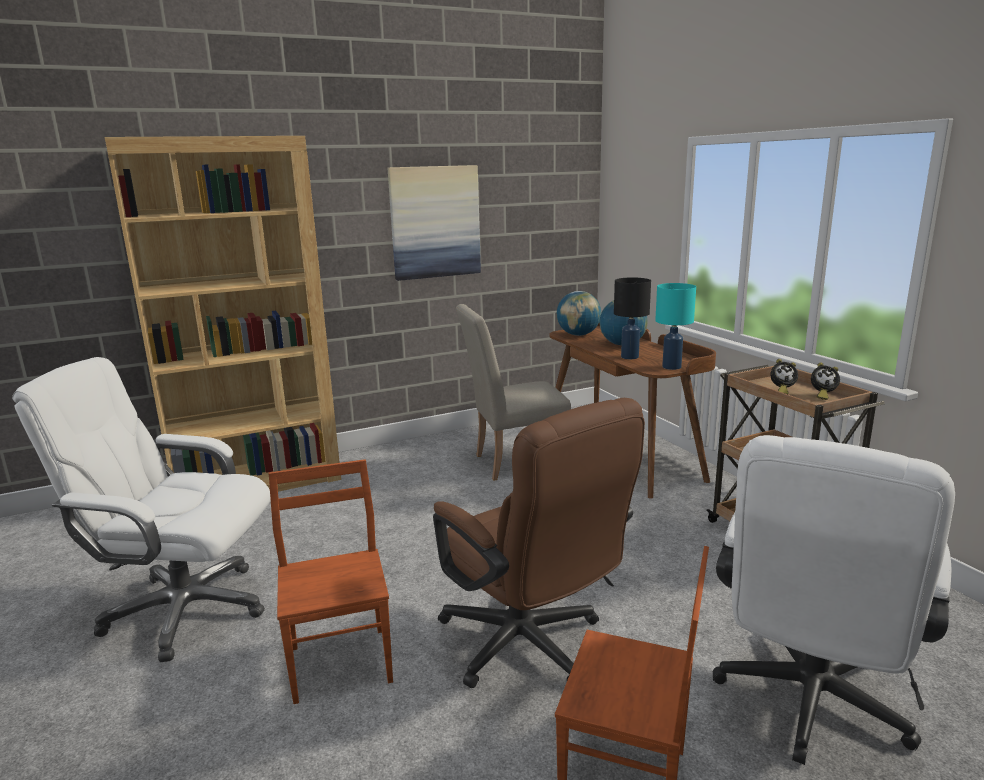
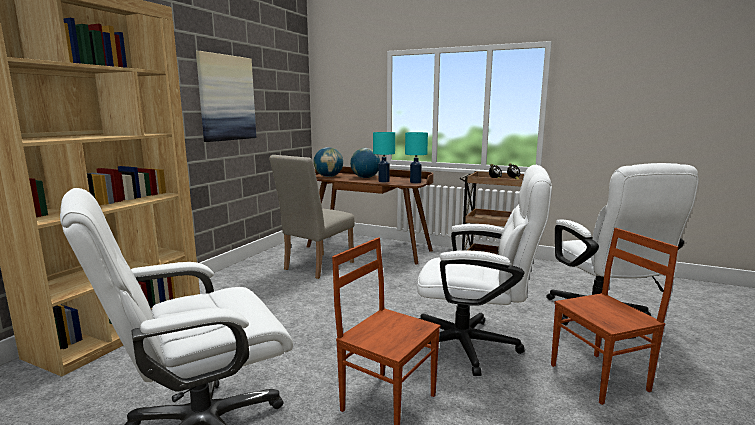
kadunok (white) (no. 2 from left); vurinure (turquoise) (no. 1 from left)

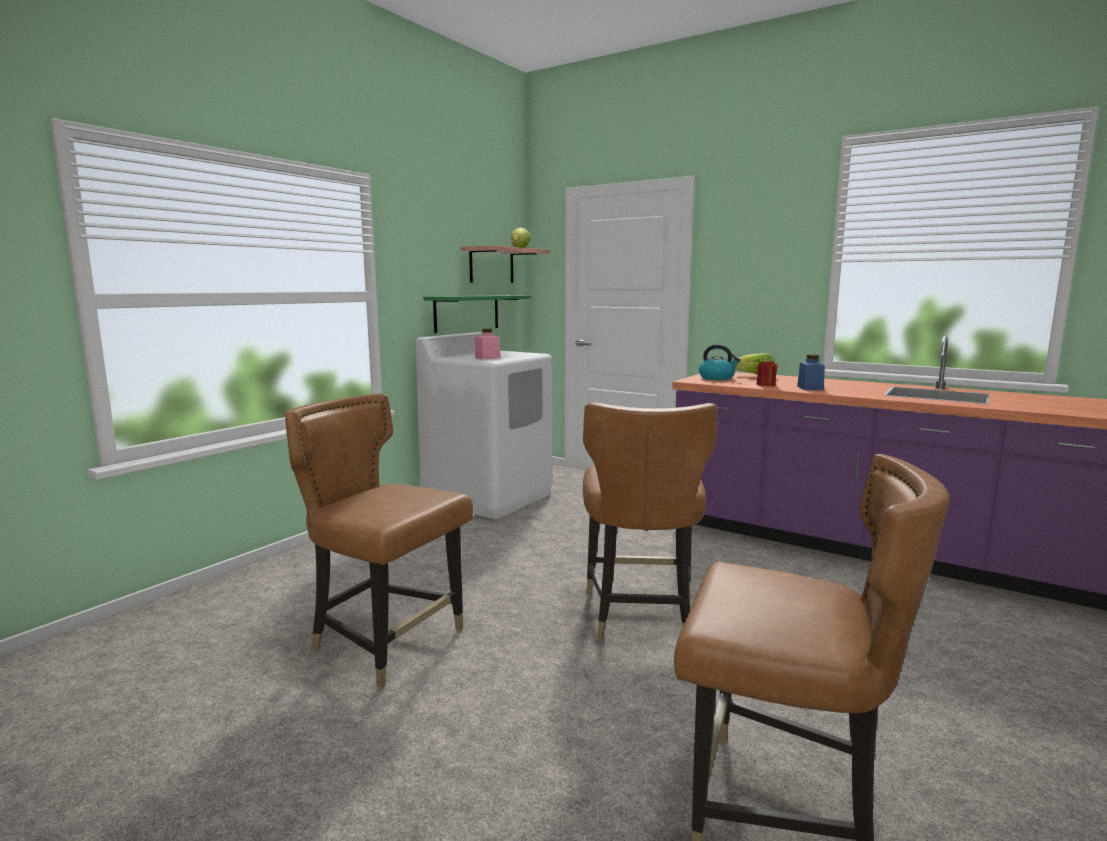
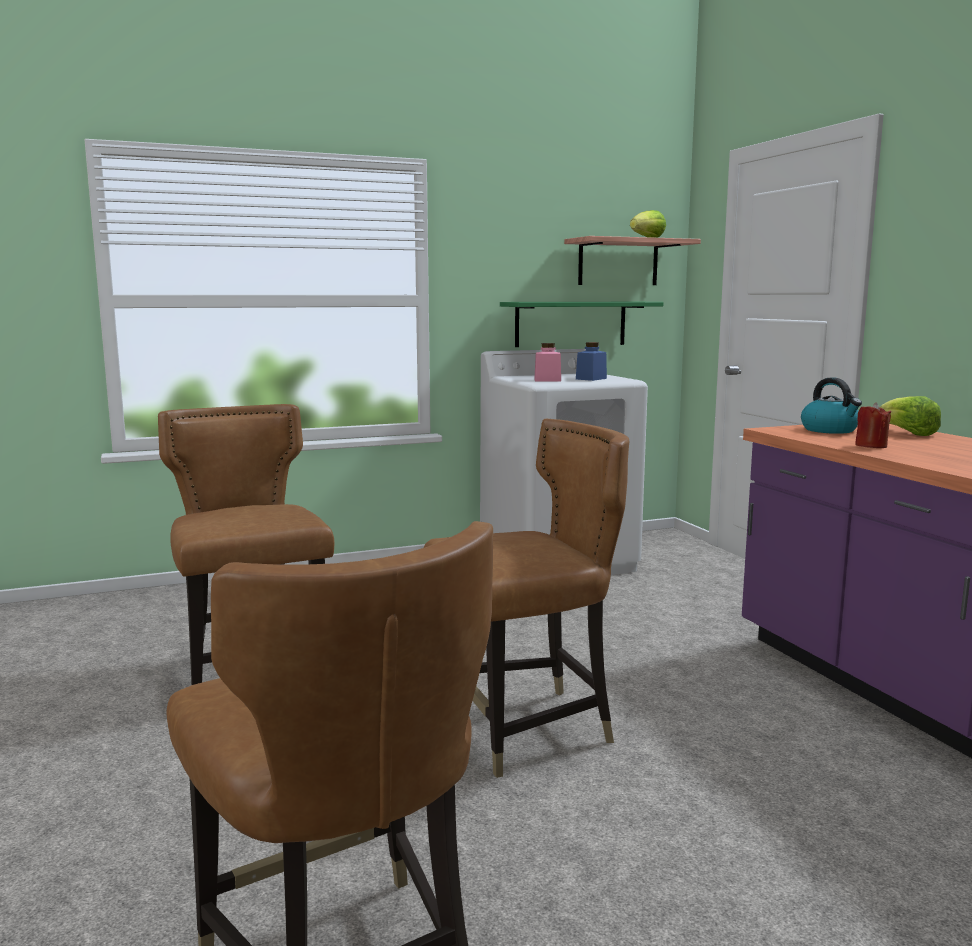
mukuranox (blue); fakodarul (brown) (no. 3 from left)

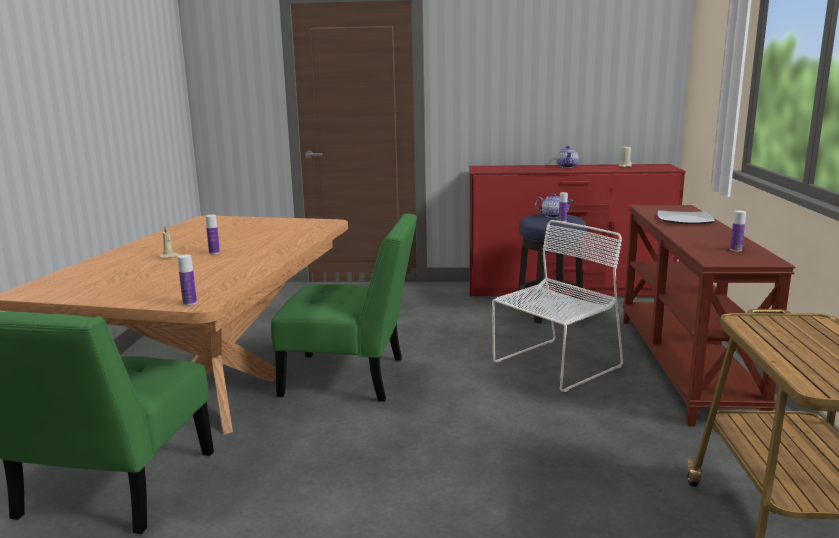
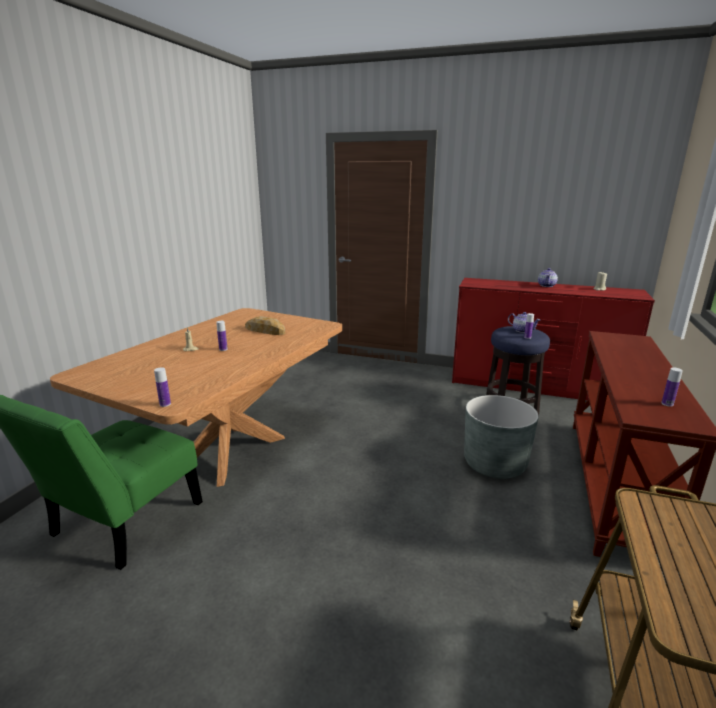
fakodarul (green) (no. 2 from left in the first image); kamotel; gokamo; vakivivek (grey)

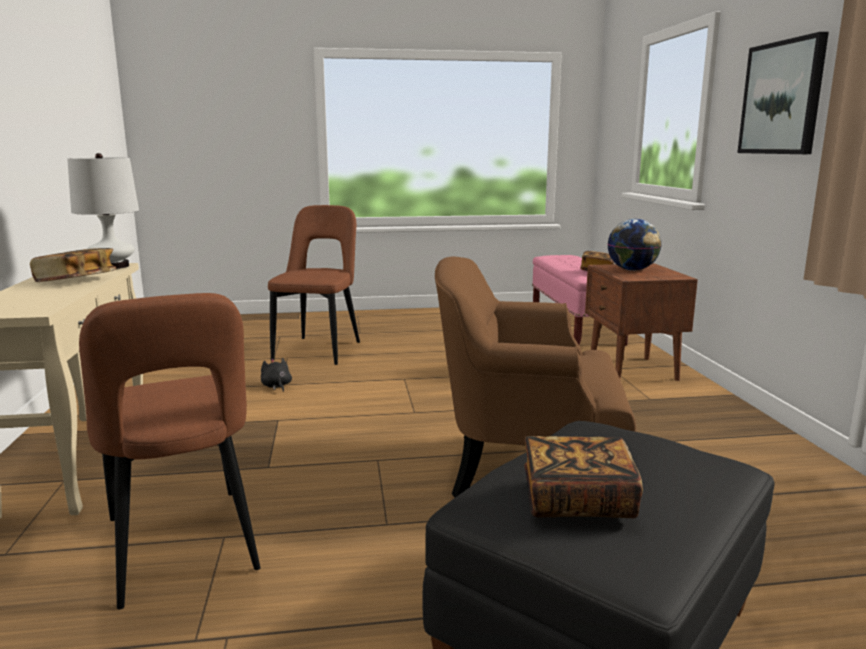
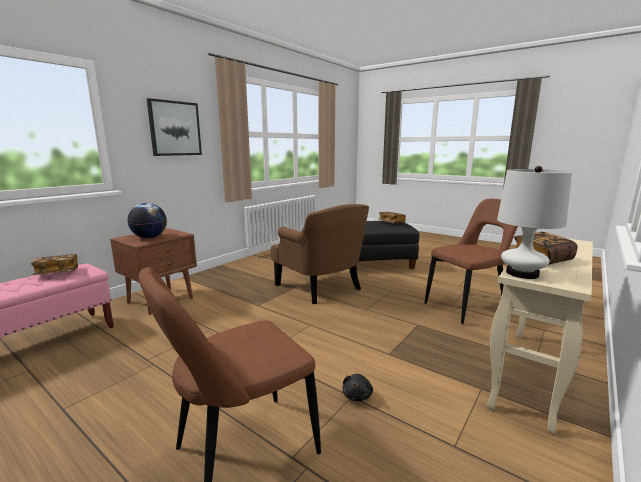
fakodarul (brown) (no. 2 from left)

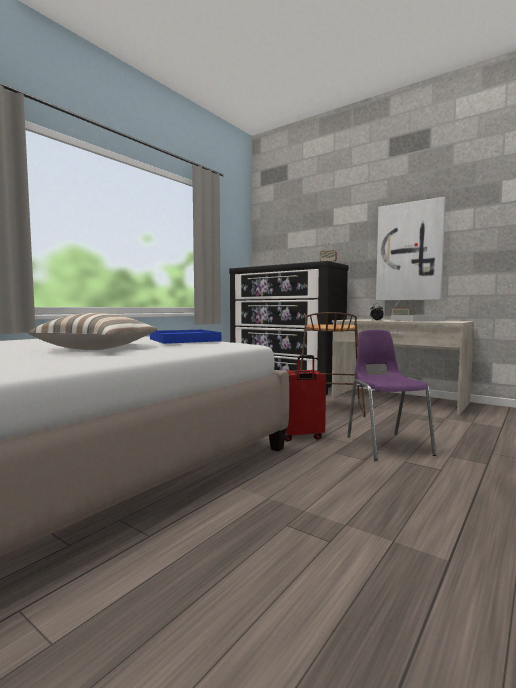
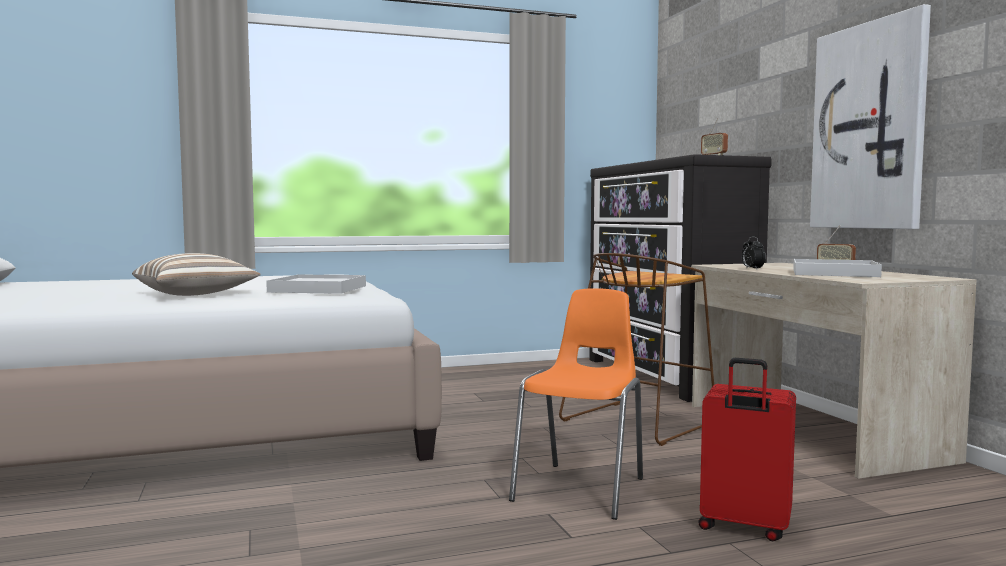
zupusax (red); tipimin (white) (no. 1 from left); fakodarul (orange)

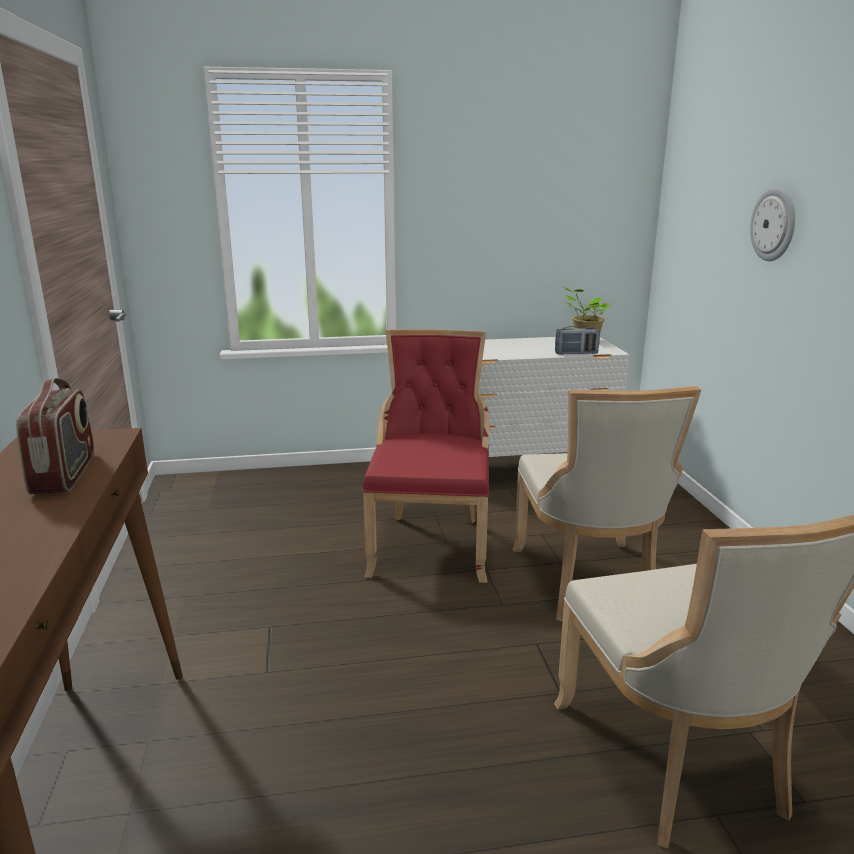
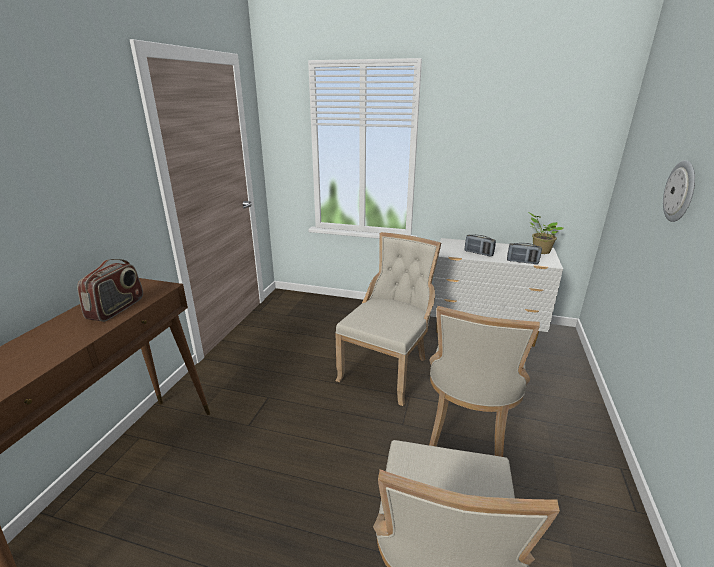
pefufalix (no. 2 from left); fakodarul (beige) (no. 1 from left)

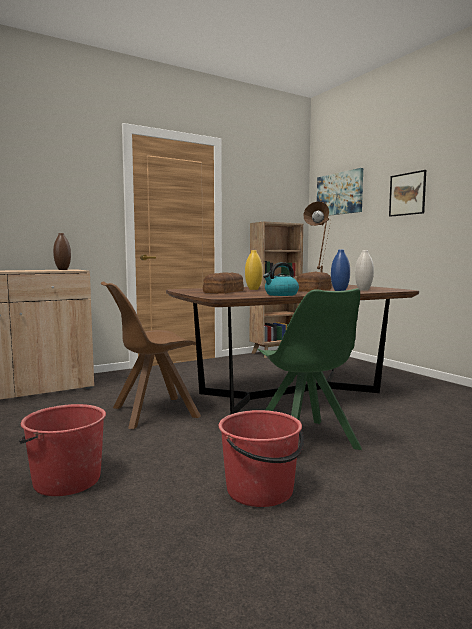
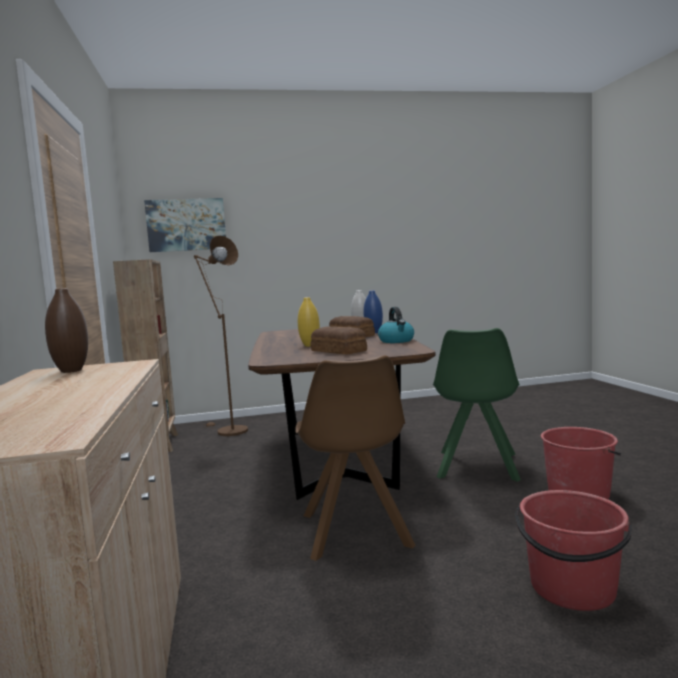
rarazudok (no. 2 from left in the first image); fakodarul (green)

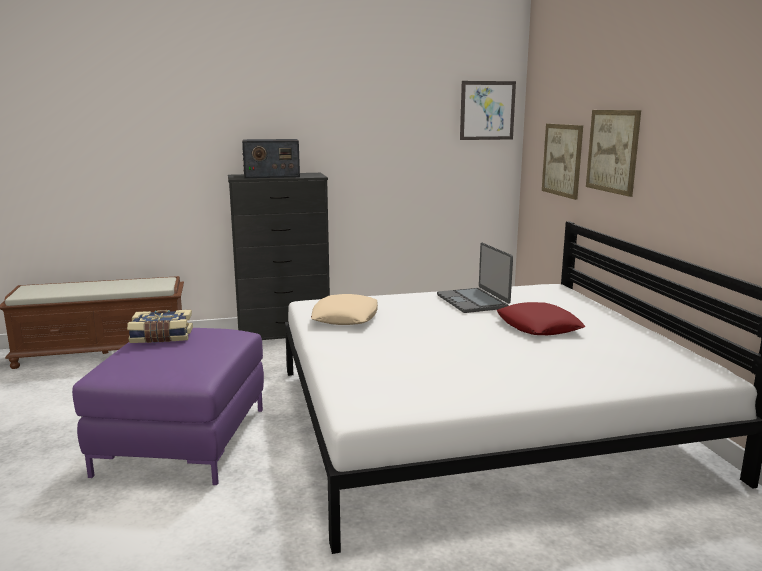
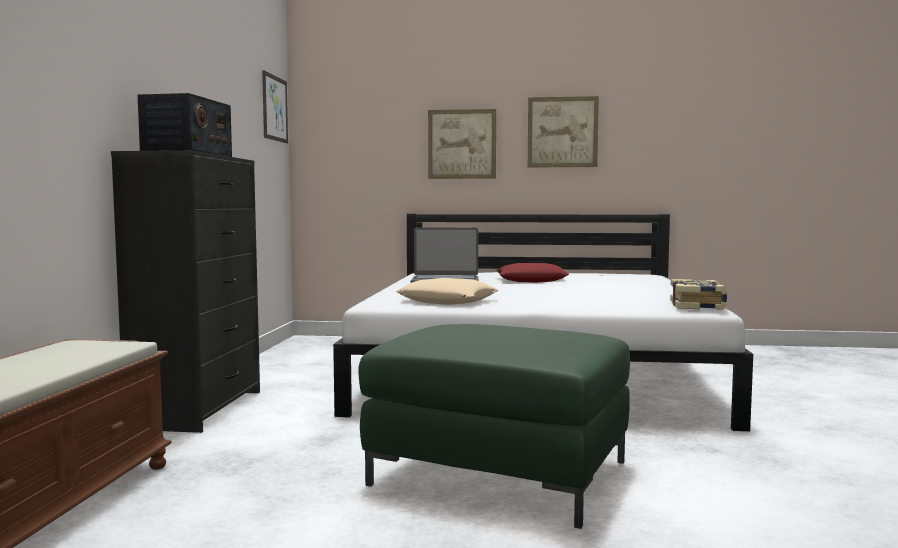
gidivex; rarazudok (no. 3 from left); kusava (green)

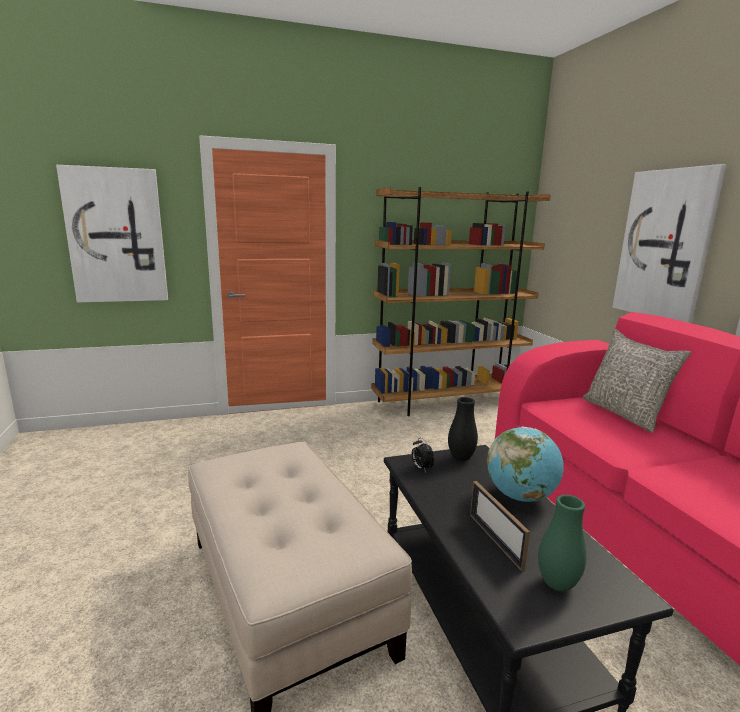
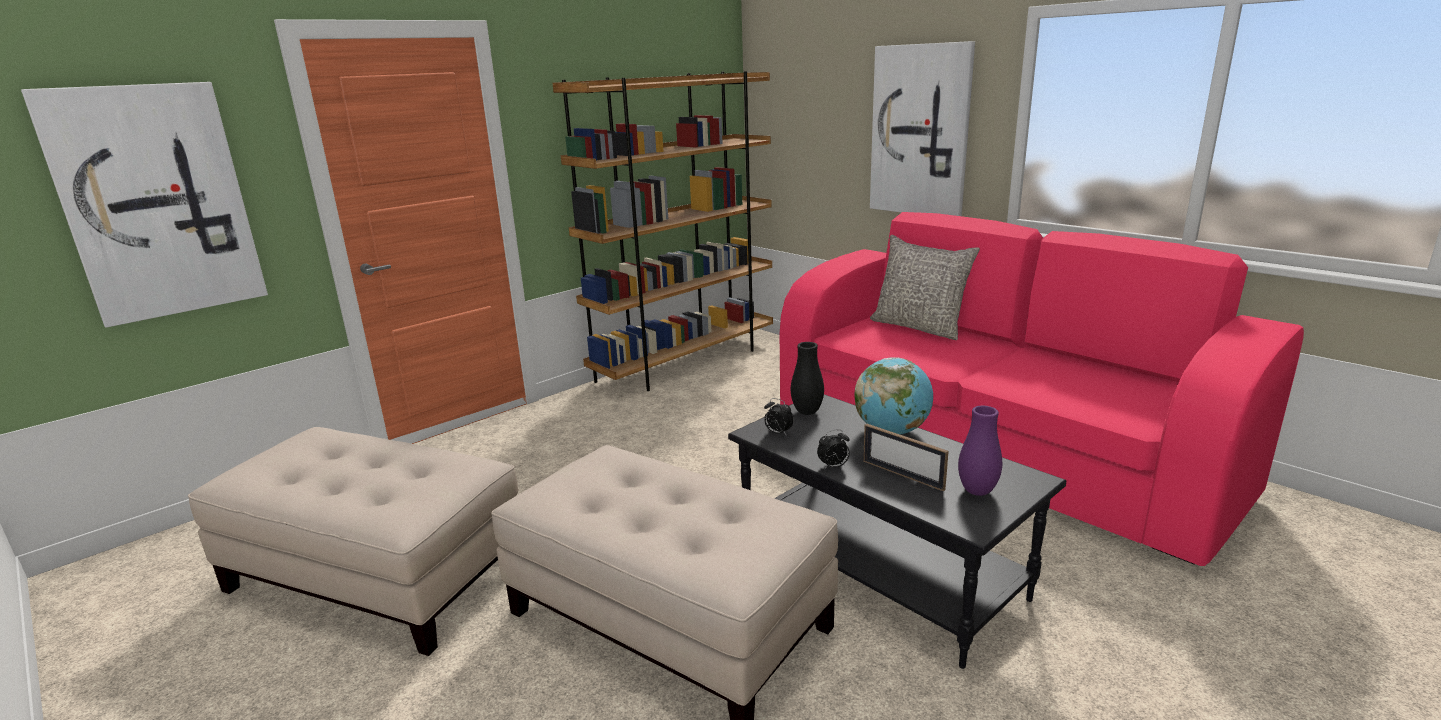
kusava (beige) (no. 1 from left); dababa (no. 2 from left); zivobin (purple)

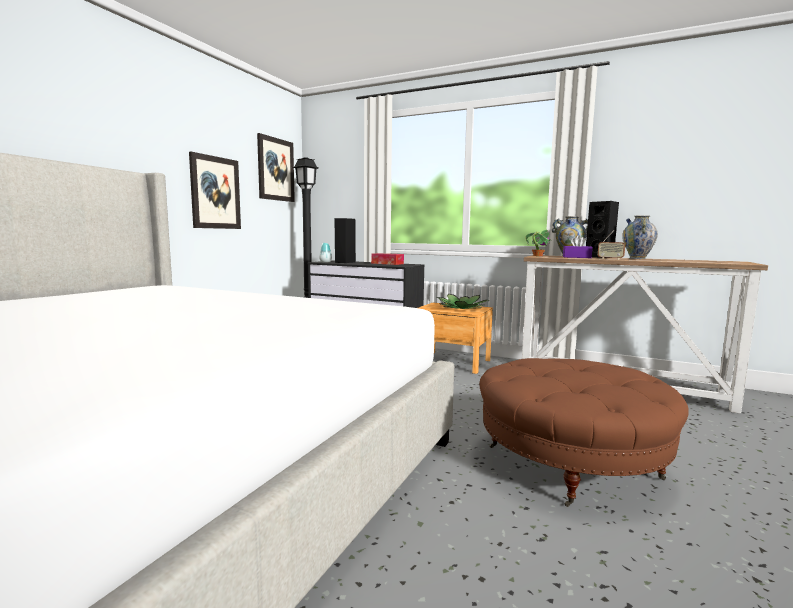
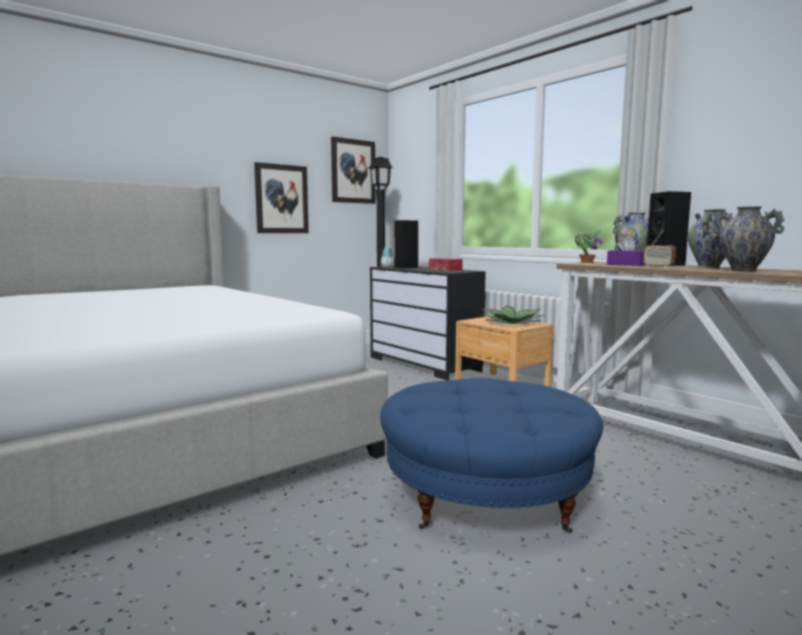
zivobin (no. 4 from left); kusava (blue)

